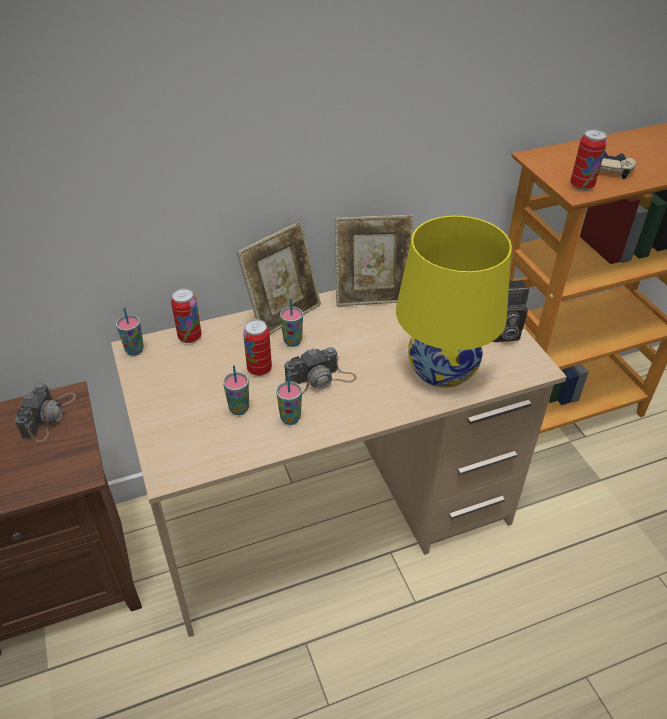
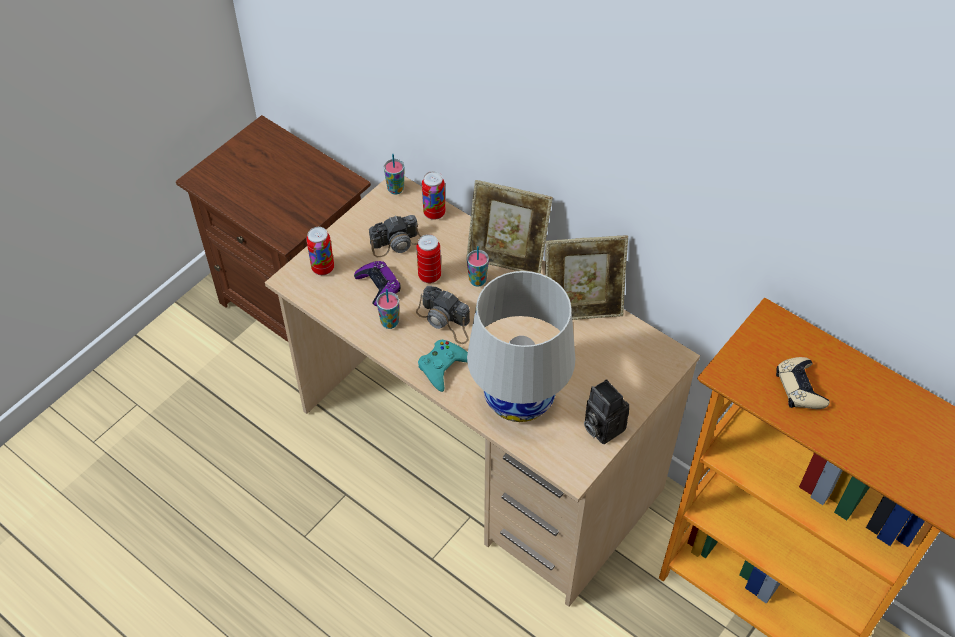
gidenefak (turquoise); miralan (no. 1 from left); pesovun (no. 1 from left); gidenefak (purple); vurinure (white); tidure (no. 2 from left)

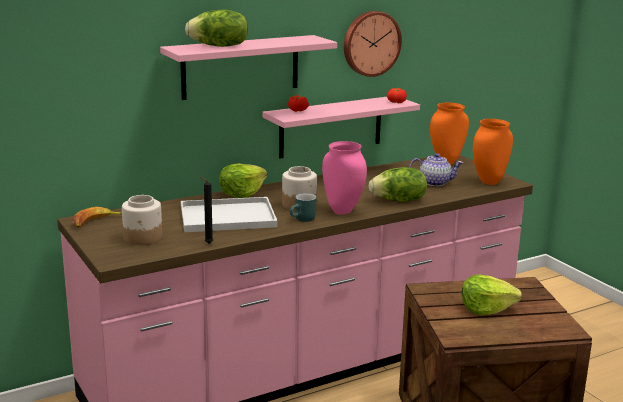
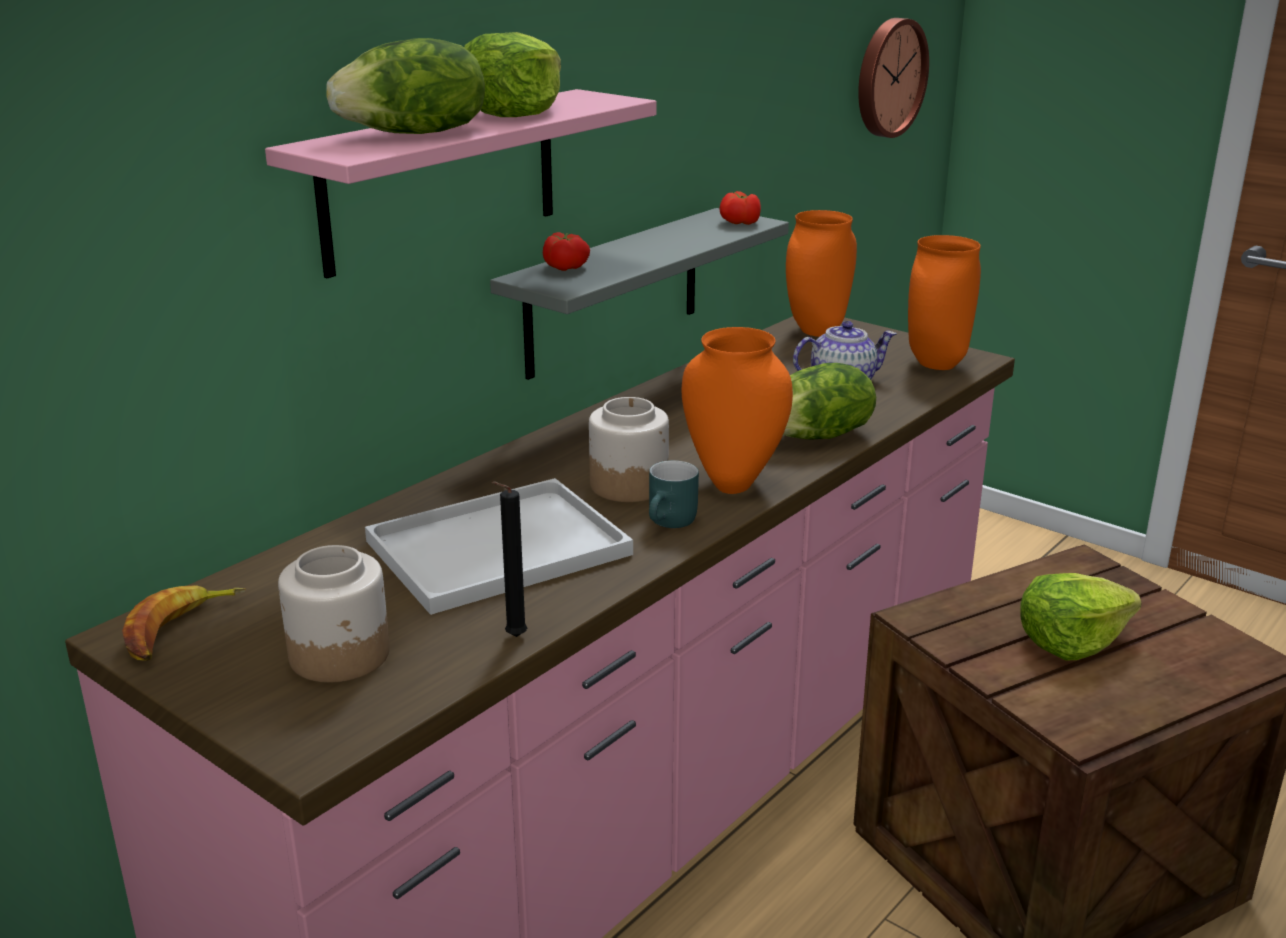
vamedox (no. 2 from left); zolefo; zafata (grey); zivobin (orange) (no. 1 from left)

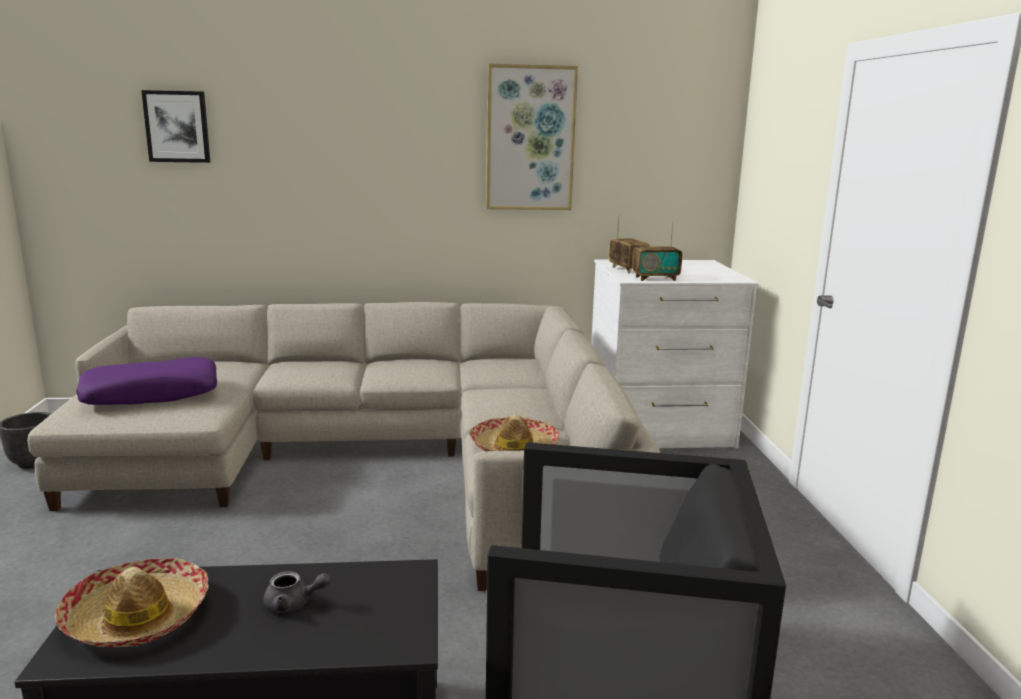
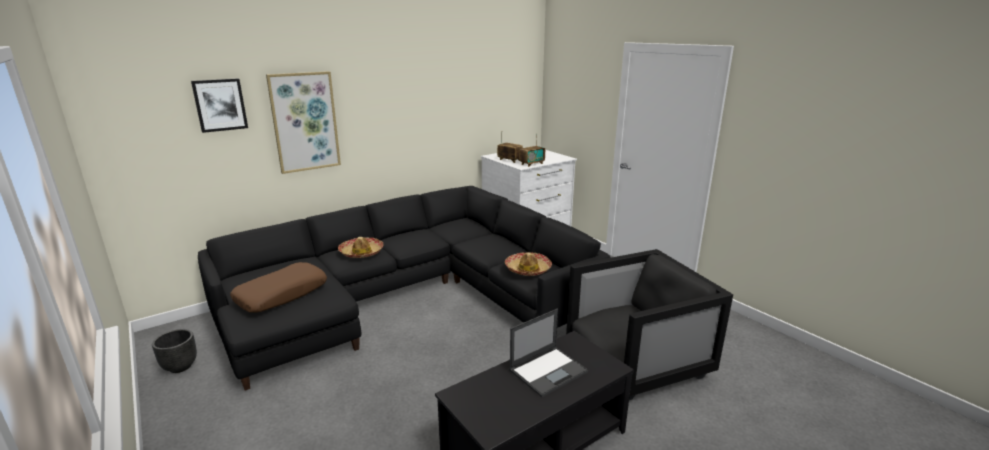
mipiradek (no. 1 from left); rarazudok (no. 2 from left); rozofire; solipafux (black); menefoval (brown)

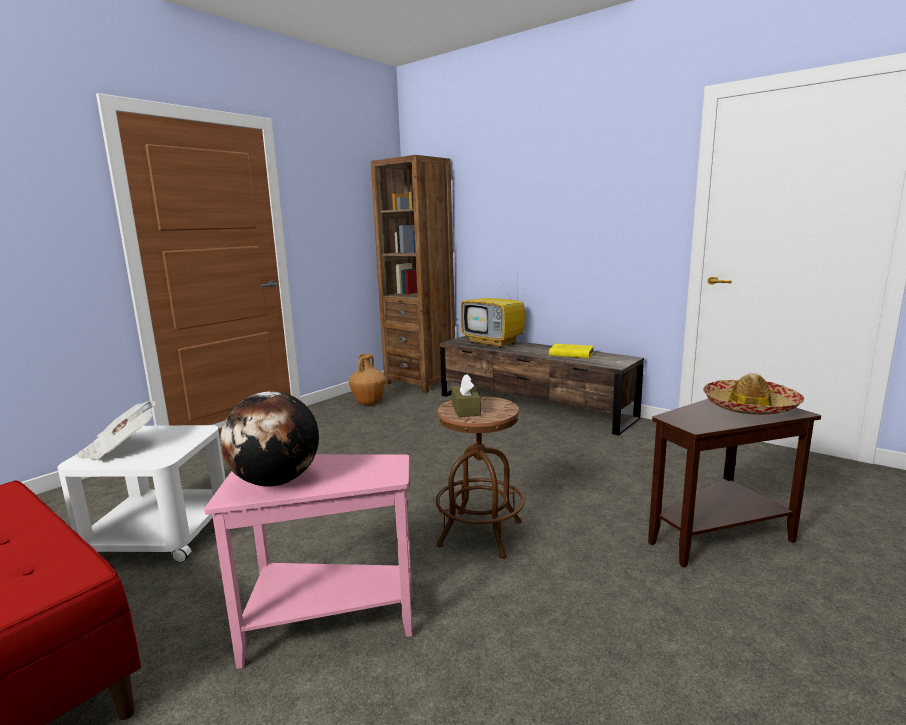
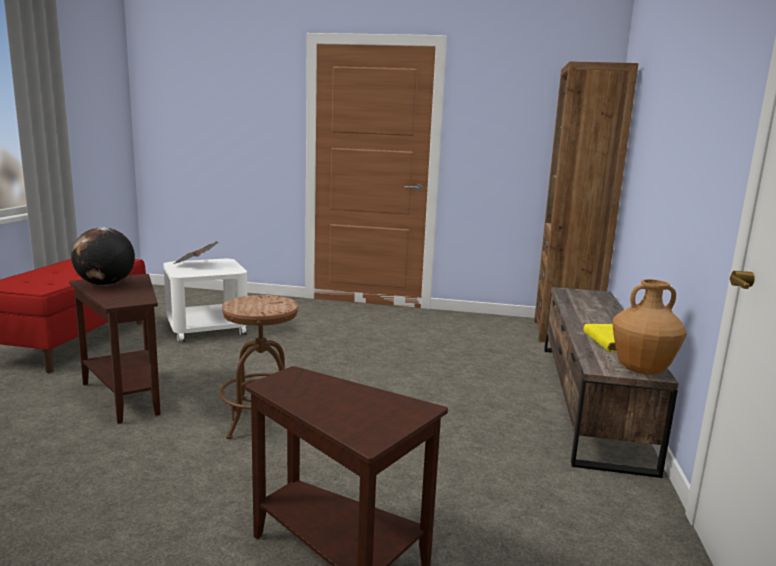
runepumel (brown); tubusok; mipiradek; zivobin (brown); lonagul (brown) (no. 1 from left)

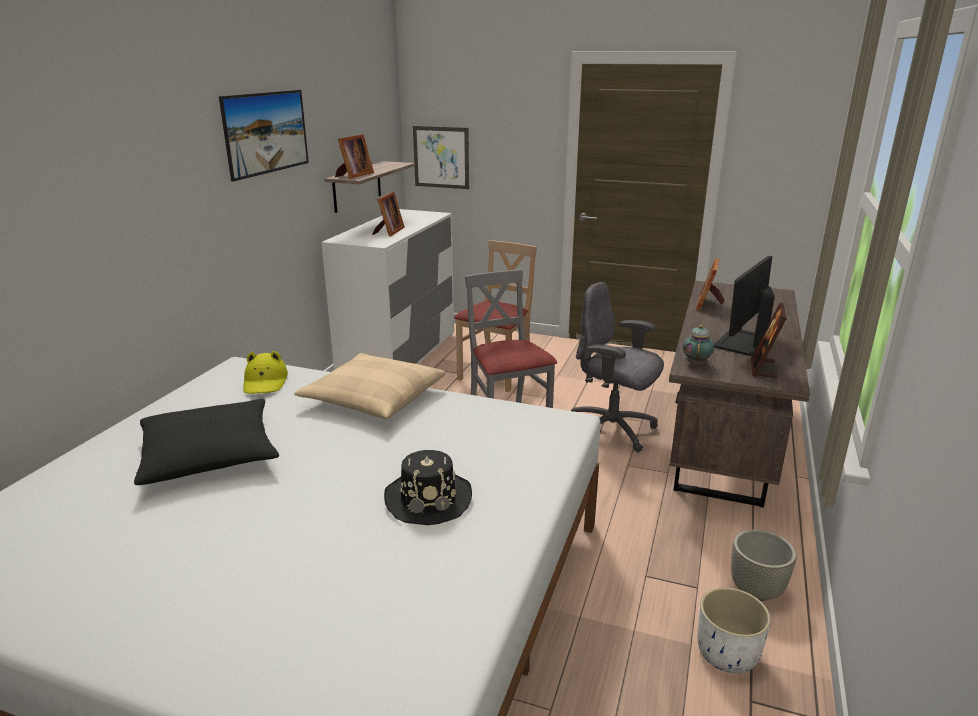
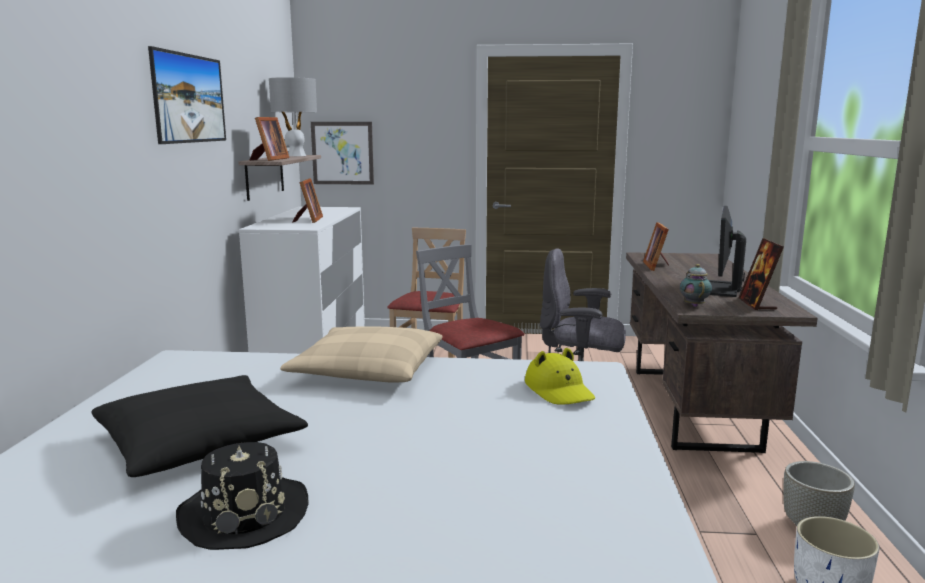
vurinure (grey); mipiradek (yellow); mipiradek (black)

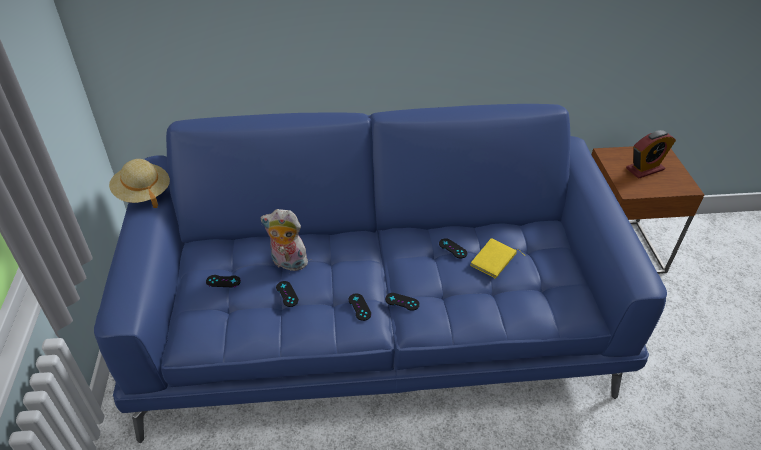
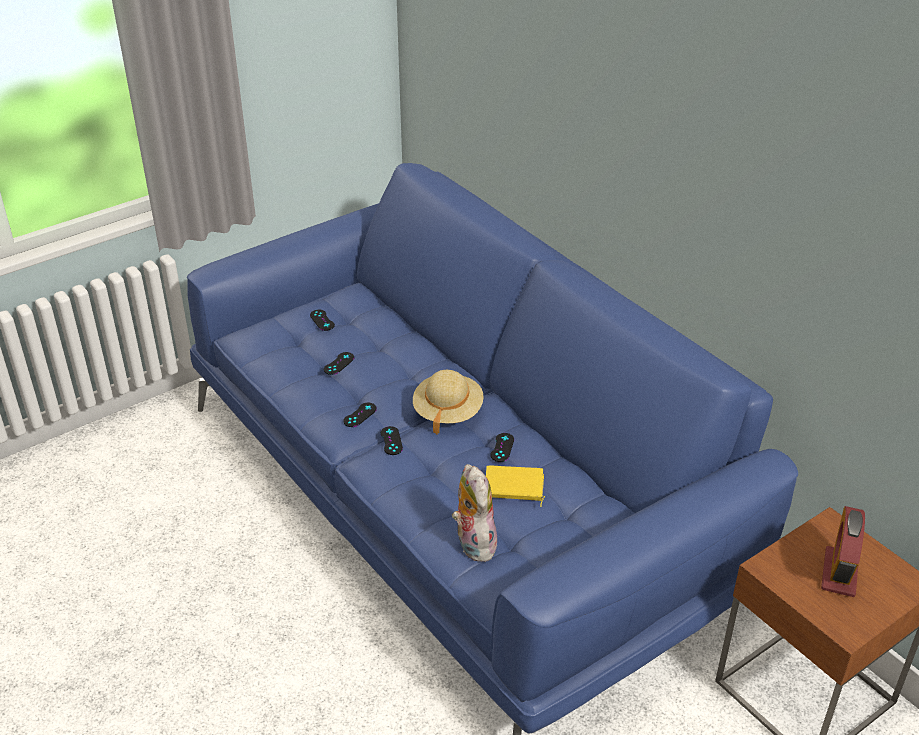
mipiradek (beige); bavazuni; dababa

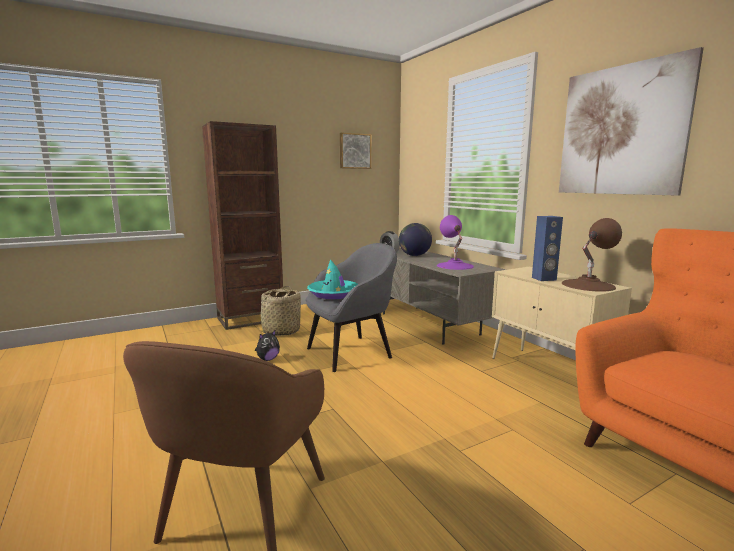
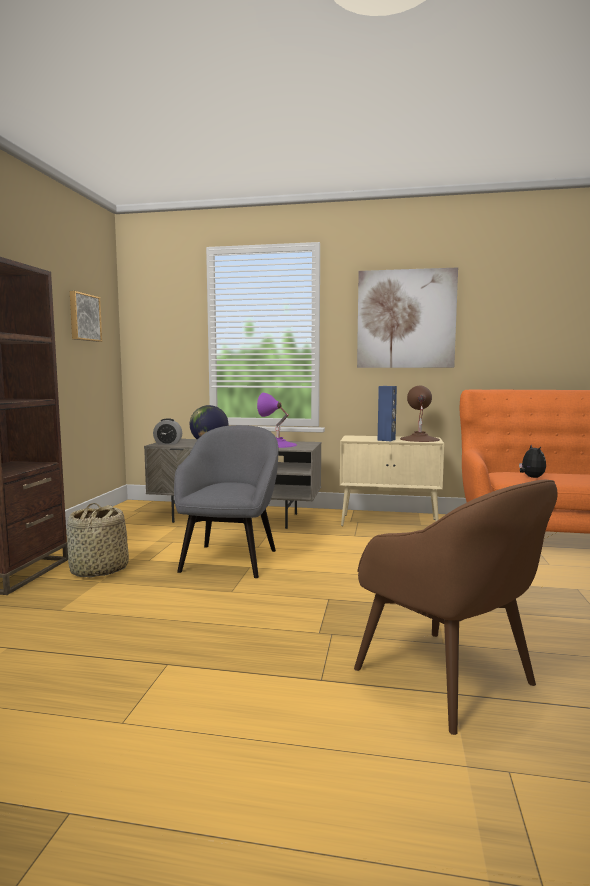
mipiradek (turquoise); bavazuni

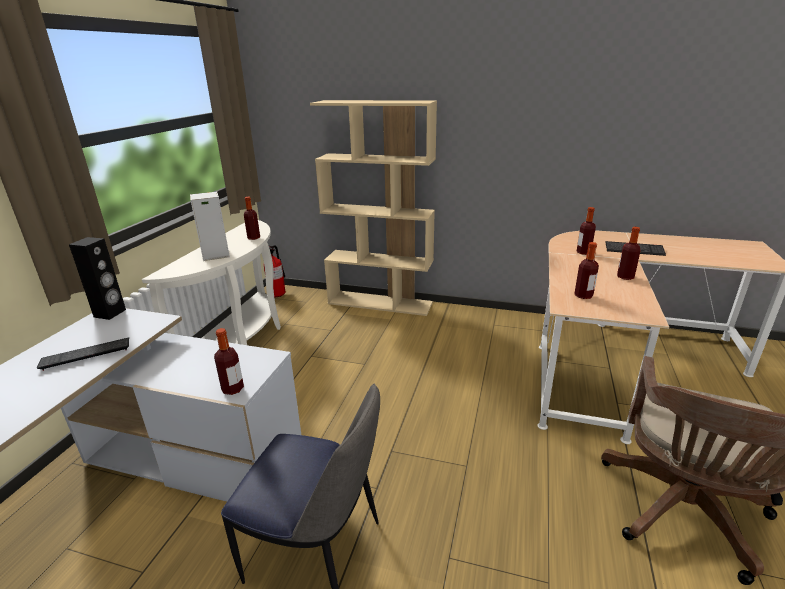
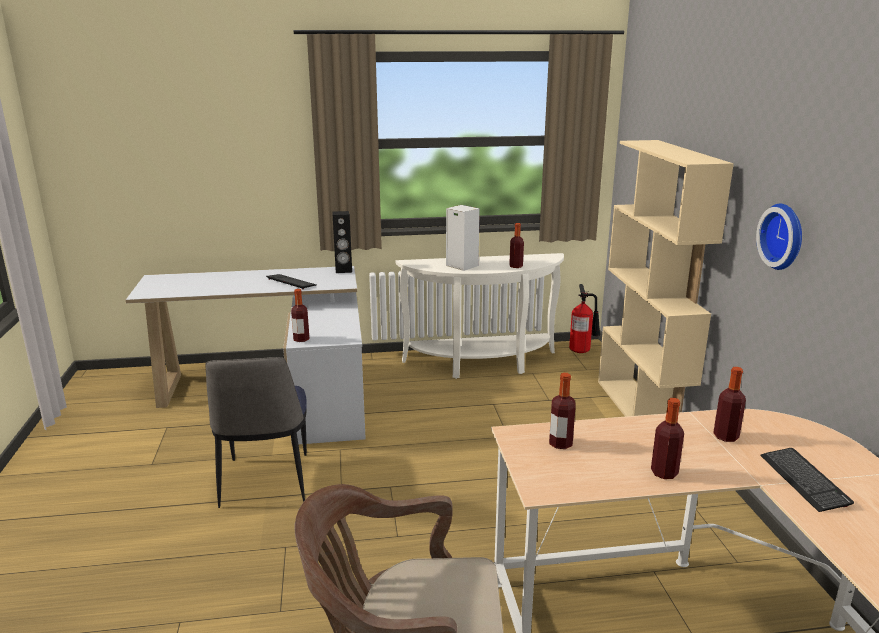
zolefo

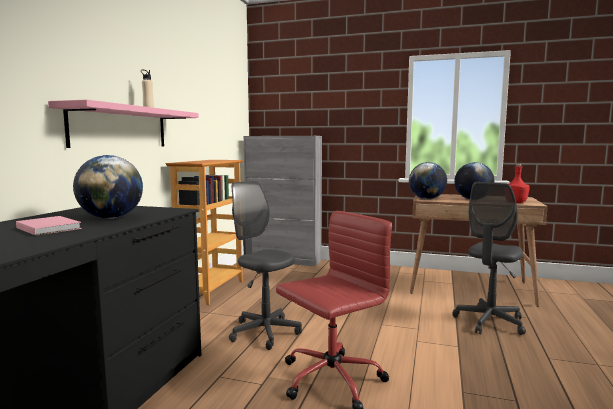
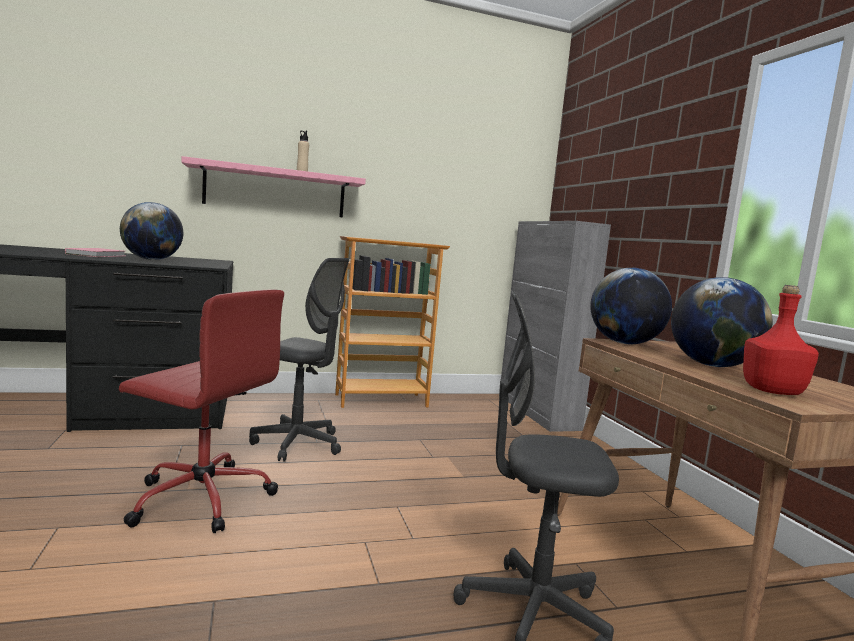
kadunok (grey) (no. 1 from left)

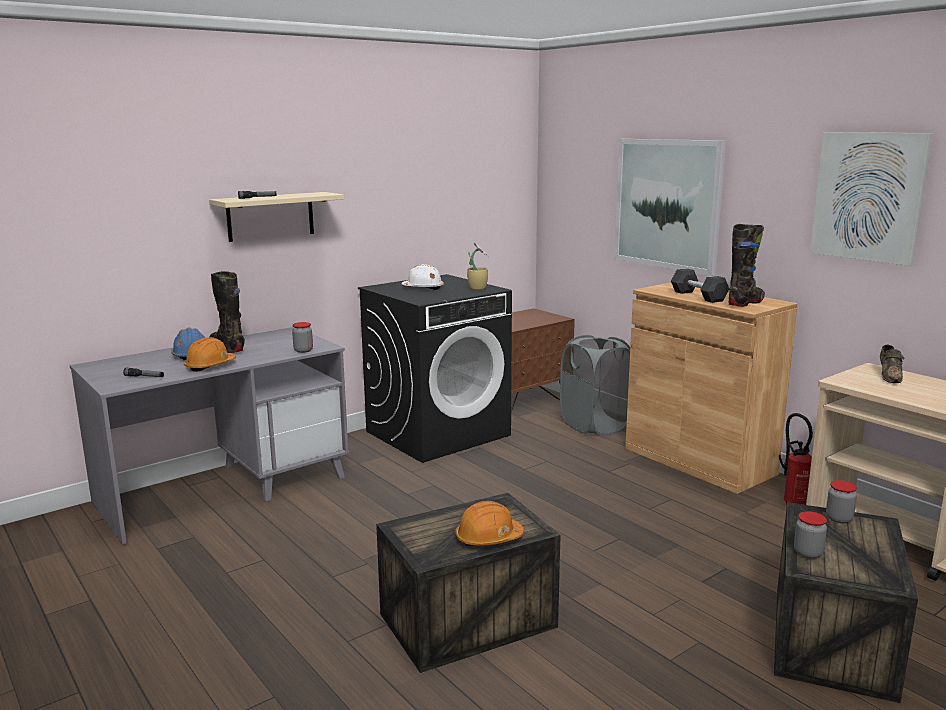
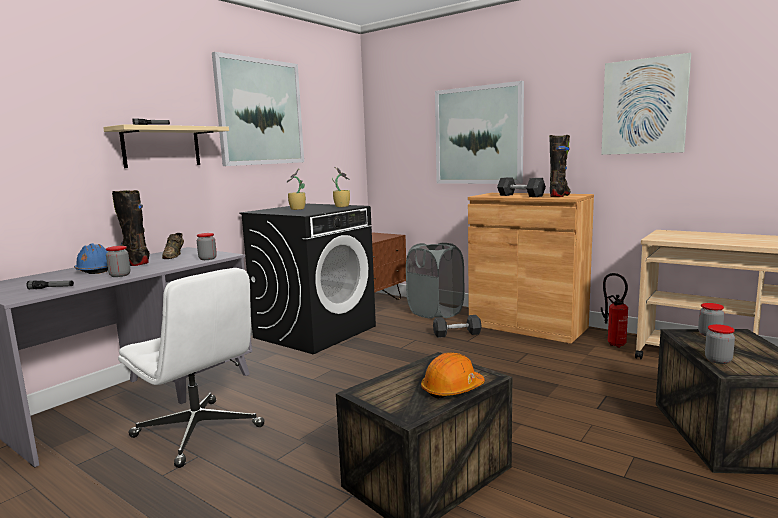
kadunok (white); rarazudok (no. 1 from left); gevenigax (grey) (no. 1 from left); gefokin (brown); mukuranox (no. 1 from left); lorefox (no. 1 from left)

